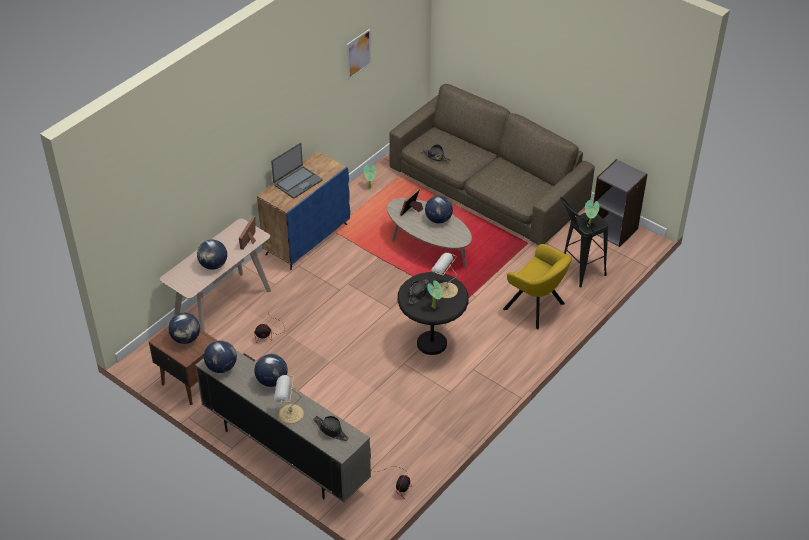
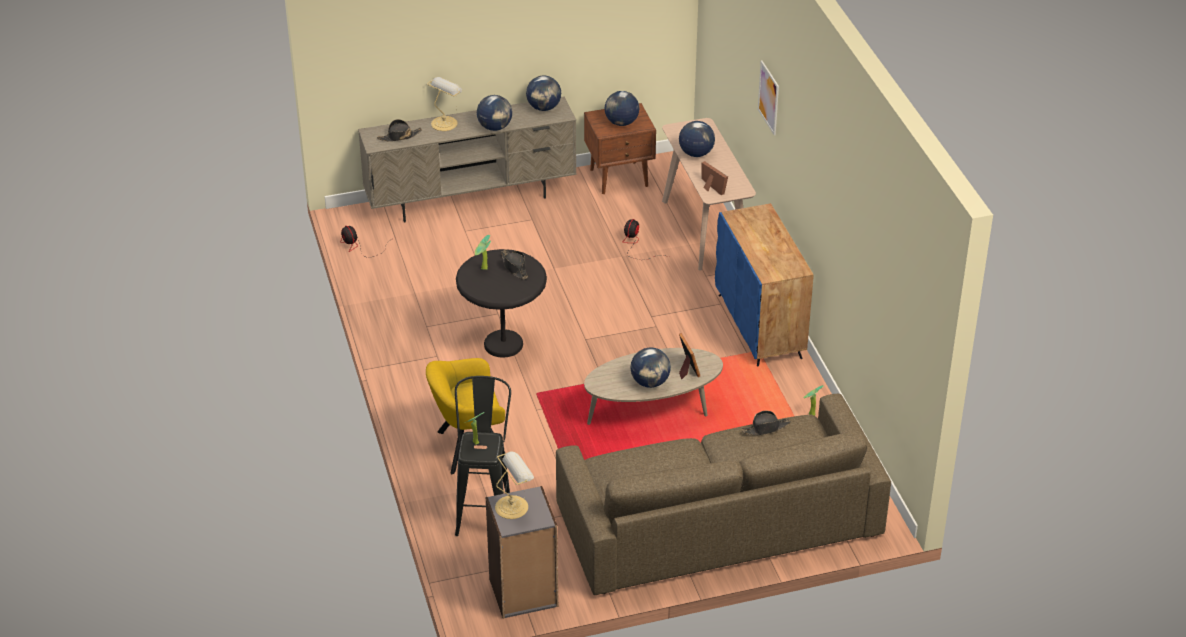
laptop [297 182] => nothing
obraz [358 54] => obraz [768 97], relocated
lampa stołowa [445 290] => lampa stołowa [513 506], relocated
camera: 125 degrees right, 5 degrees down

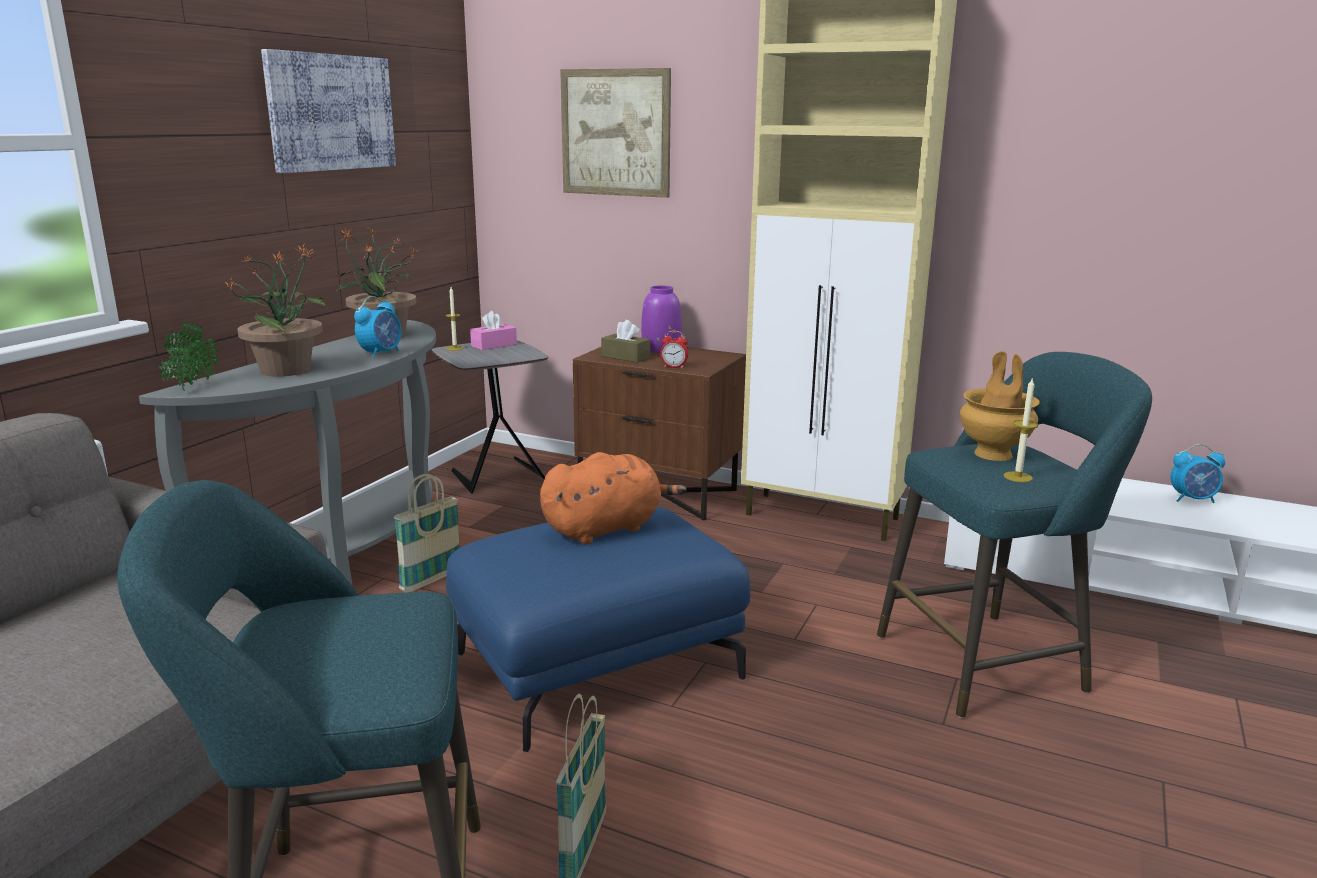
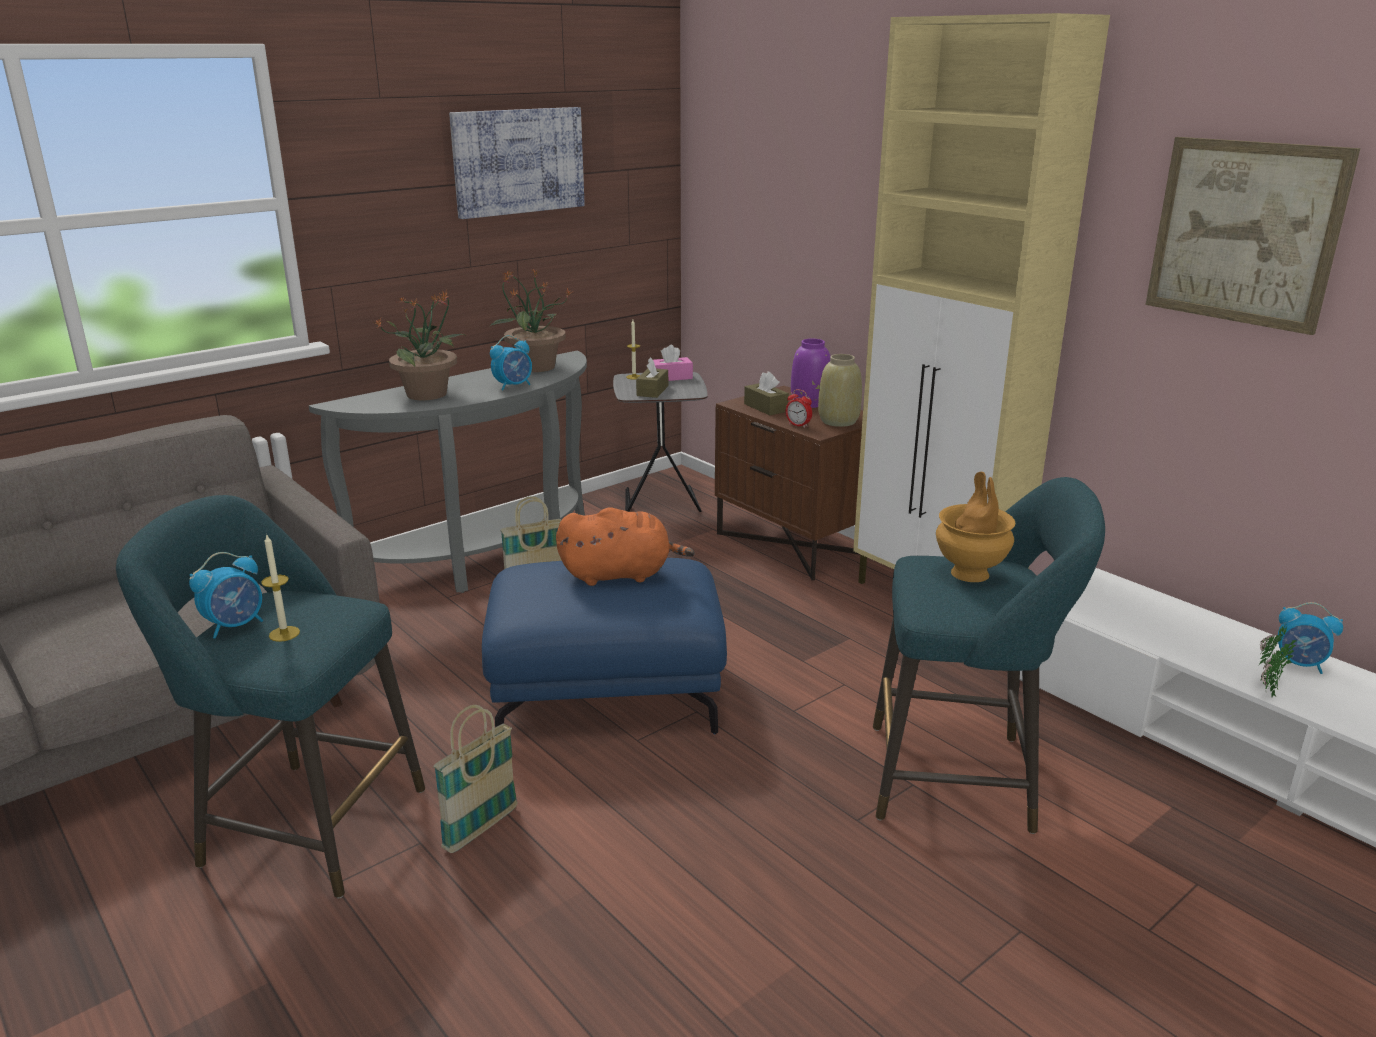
roślina doniczkowa [189 388] => roślina doniczkowa [1266 689], relocated
obraz [615 133] => obraz [1244 233], relocated
świeca [1018 477] => świeca [284 634], relocated
nothing => budzik [236 626]
nothing => pudełko chusteczek [brązowy] [652 391]
nothing => wazon [beżowy] [838 421]
camera: 25 degrees right, 5 degrees up

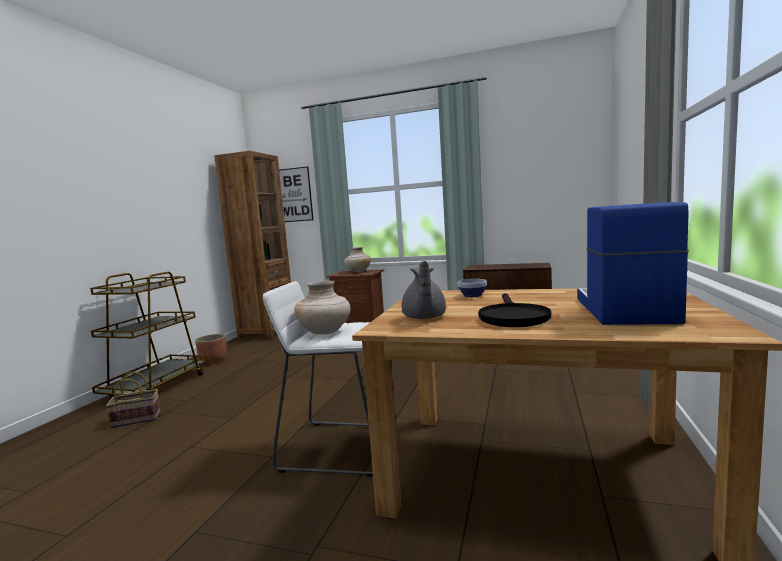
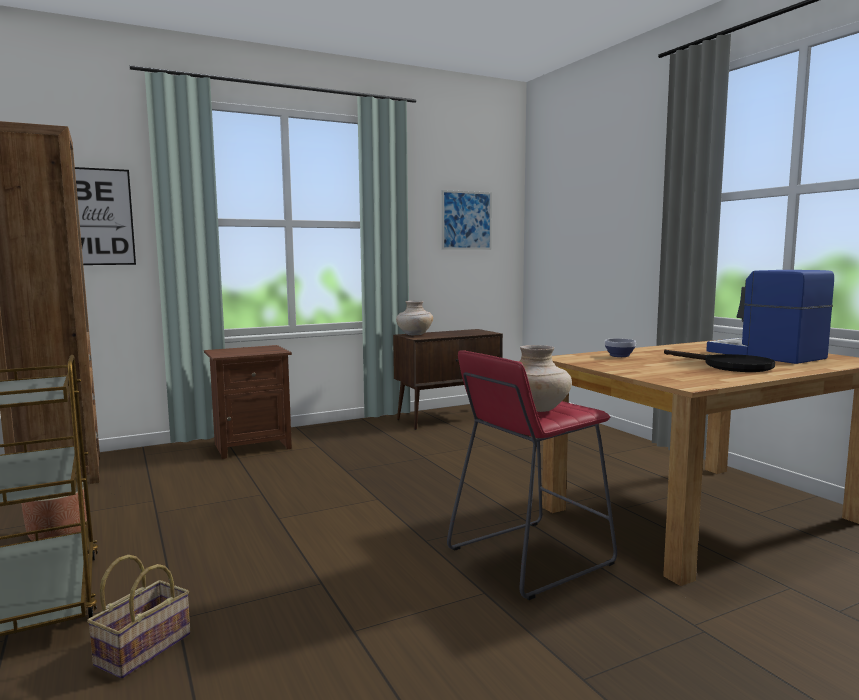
stołek [biały] [339 447] => stołek [czerwony] [530 557]
wazon [beżowy] [358 271] => wazon [beżowy] [414 334], relocated
imbryk [szary] [423 317] => nothing
nothing => obraz [466 220]
camera: 45 degrees left, 0 degrees up

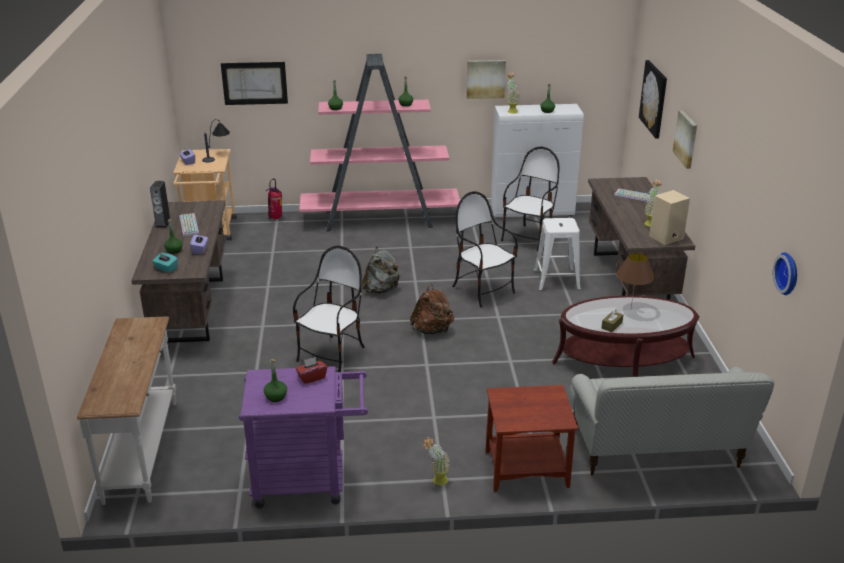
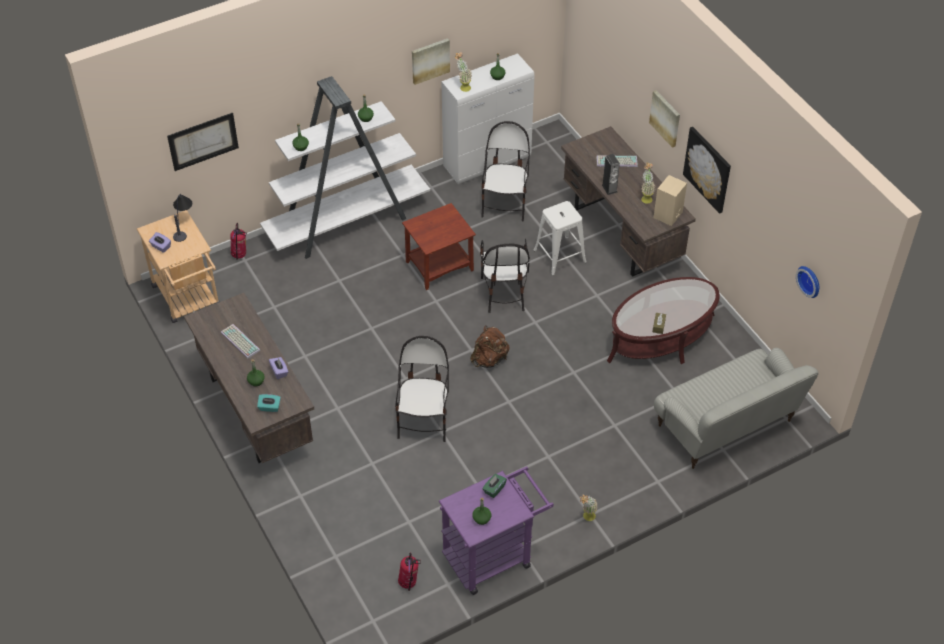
stolik konsolowy [biały] [143 450] => nothing
głośnik [163 223] => głośnik [609 188], relocated
pudełko chusteczek [czerwony] [312 377] => pudełko chusteczek [zielony] [494 489]
regał [różowy] [380 219] => regał [biały] [347 222]
plecak [szary] [381 289] => nothing
krzesło [483 291] => krzesło [504 293], 120 degrees counterclockwise
stolik [brązowy] [526 469] => stolik [brązowy] [440 267], relocated
lampa stołowa [brązowy] [631 309] => nothing
obraz [654 98] => obraz [708 169], relocated
nothing => gaśnica [409 583]
camera: 25 degrees left, 20 degrees up

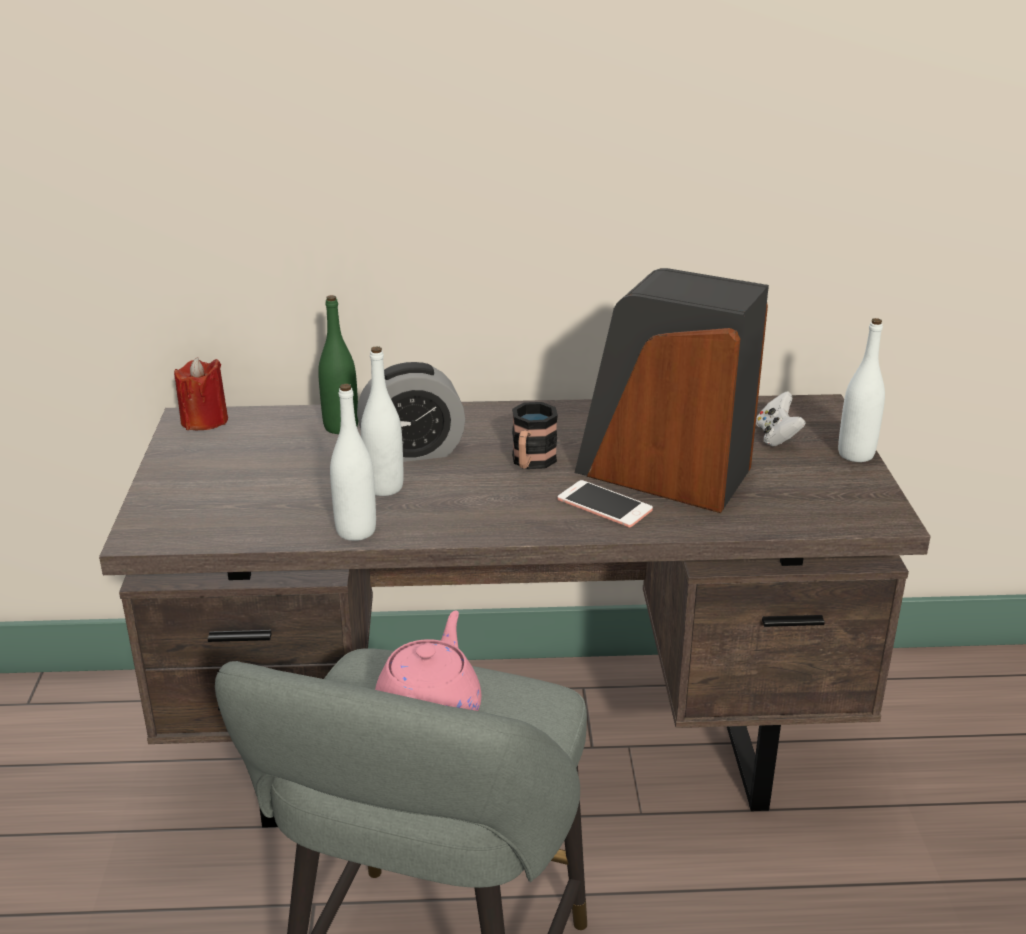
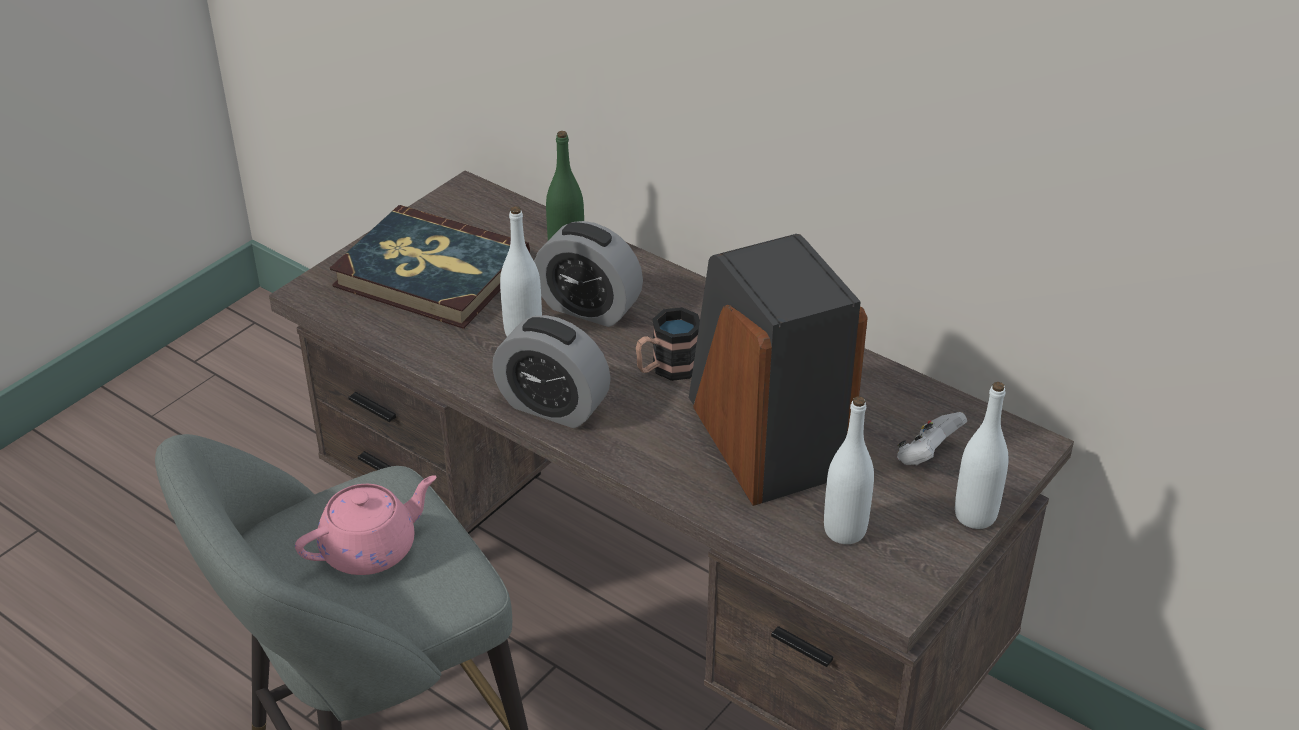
świeca [czerwony] [204 421] => nothing
butelka [biały] [356 531] => butelka [biały] [844 530], relocated
telefon [604 505] => nothing
nothing => książka [431 273]
nothing => budzik [553 406]
camera: 40 degrees right, 10 degrees up

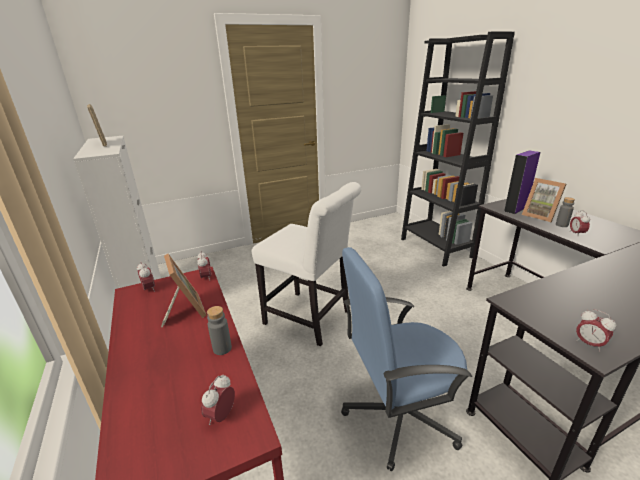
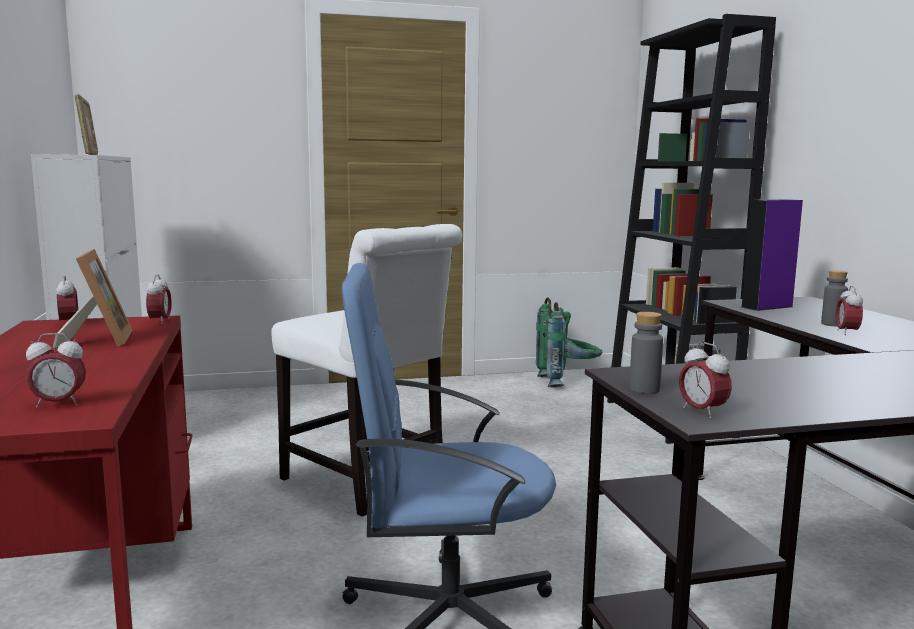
budzik [221 416] => budzik [59 404], 135 degrees counterclockwise
butelka [szary] [222 348] => butelka [szary] [644 389], relocated
ramka na zdjęcie [540 216] => nothing
nothing => plecak [zielony] [567 382]
camera: 10 degrees right, 15 degrees down

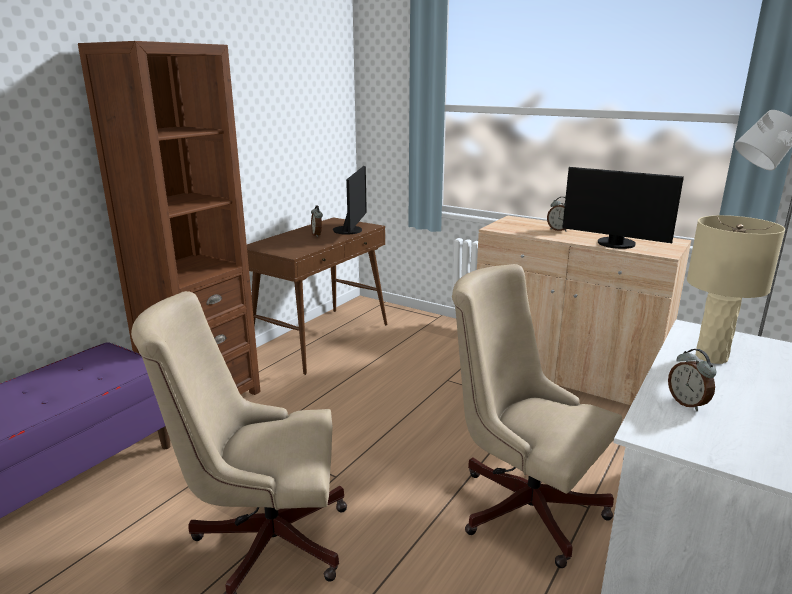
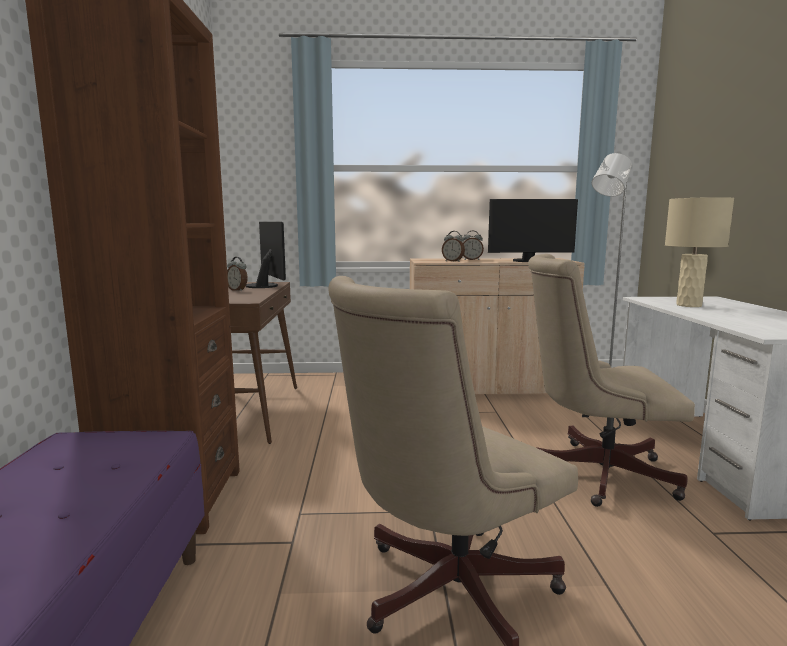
budzik [687 403] => budzik [453 261], relocated
camera: 35 degrees left, 10 degrees down

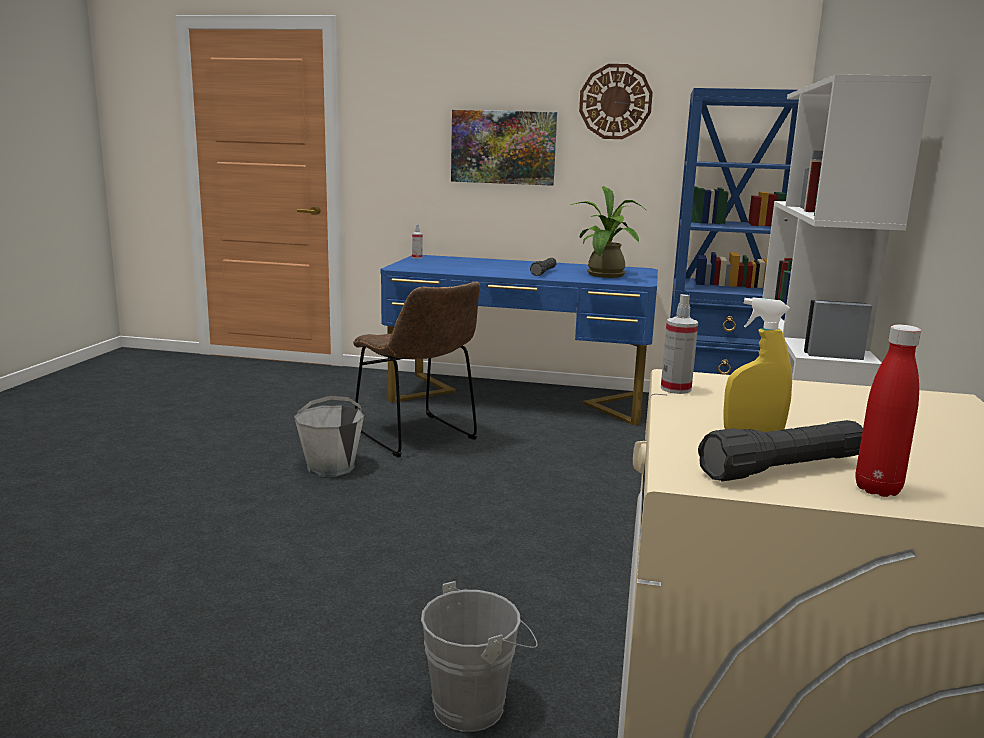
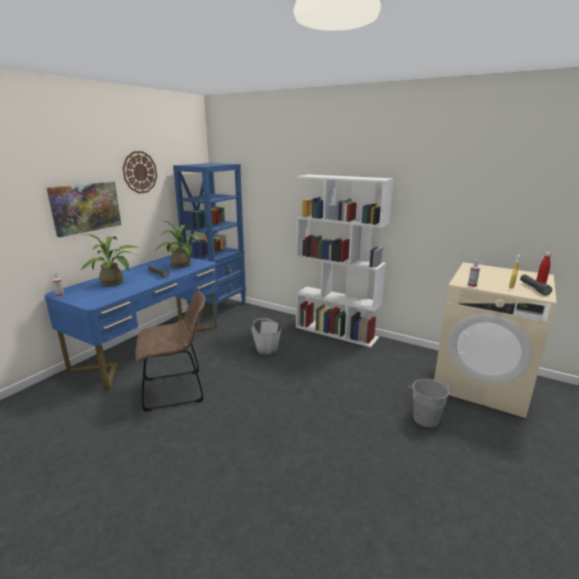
wiadro [szary] [331 467] => wiadro [szary] [267 349], relocated
nothing => roślina doniczkowa [115 282]
camera: 70 degrees left, 5 degrees up

